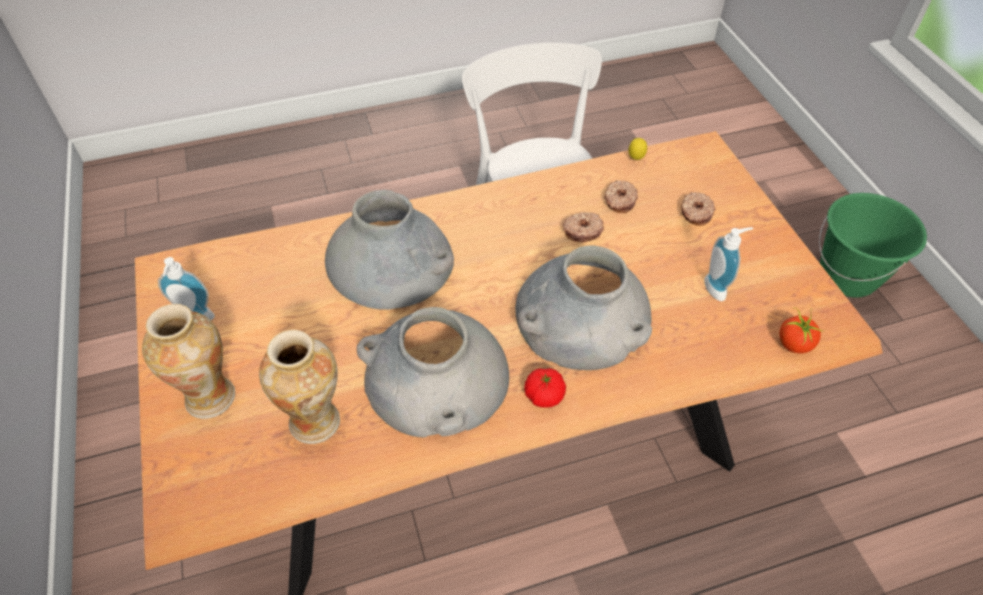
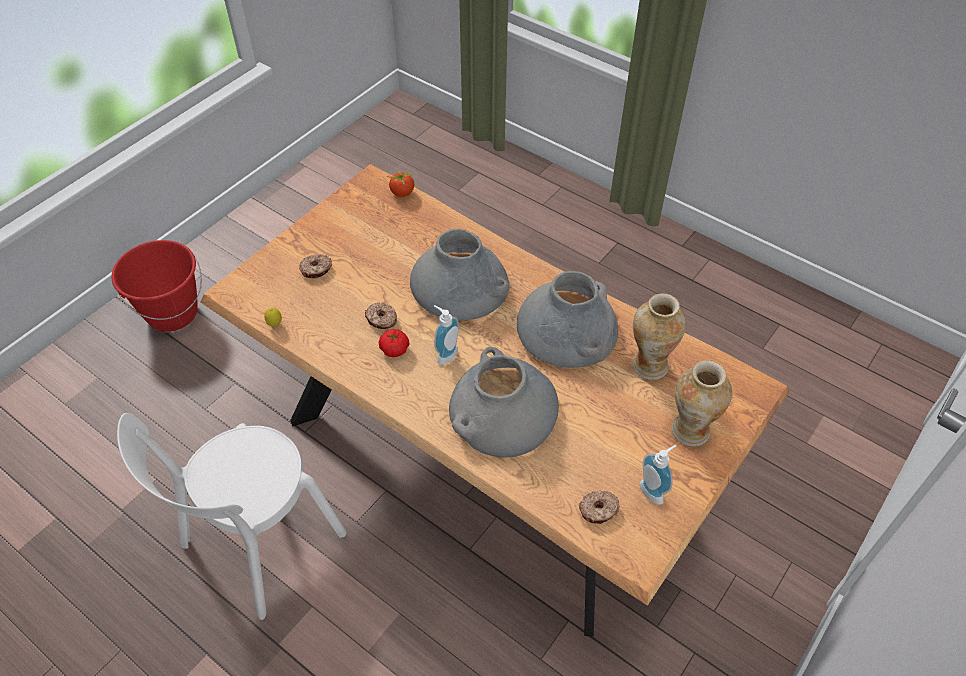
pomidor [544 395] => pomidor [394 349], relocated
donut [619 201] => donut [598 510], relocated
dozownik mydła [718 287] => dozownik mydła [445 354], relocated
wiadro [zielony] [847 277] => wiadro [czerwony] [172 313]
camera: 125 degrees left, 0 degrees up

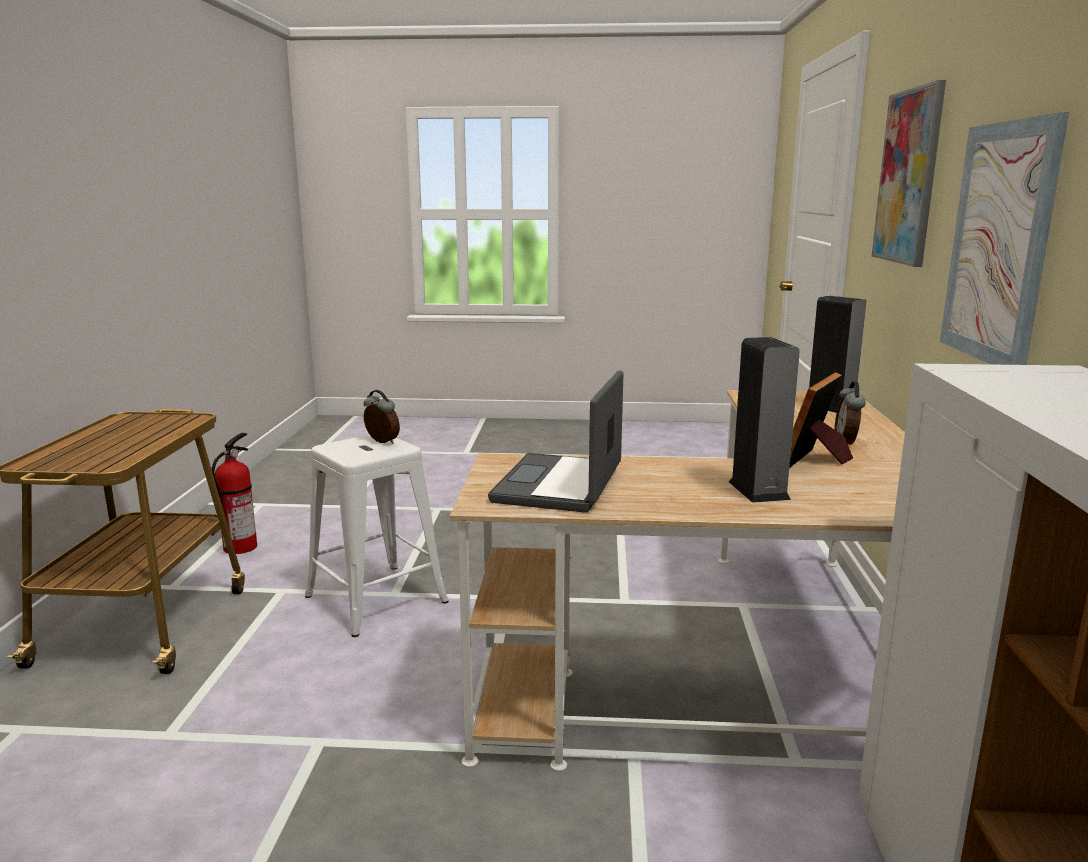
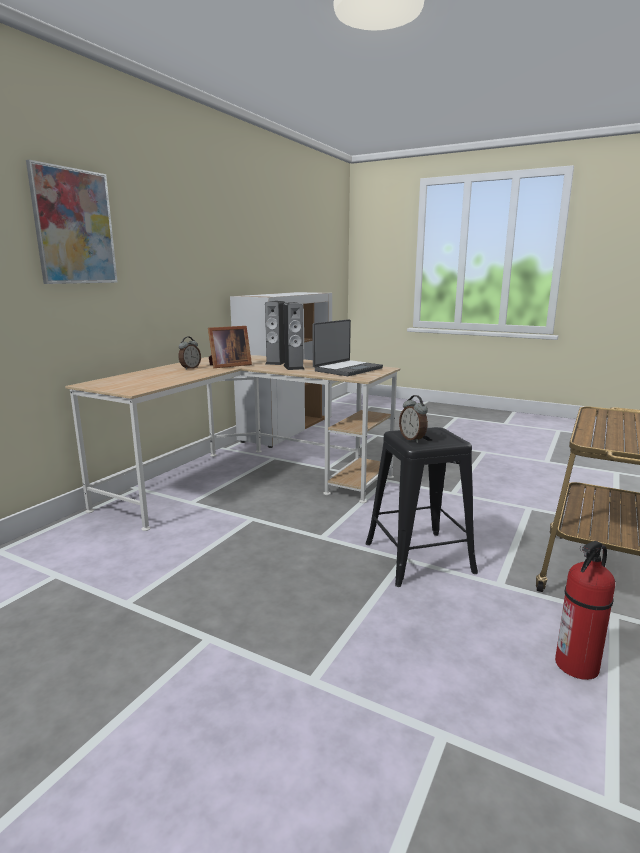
stołek [biały] [376 598] => stołek [czarny] [418 557]
głośnik [830 407] => głośnik [293 367], relocated
obraz [998 243] => nothing
camera: 155 degrees left, 0 degrees up

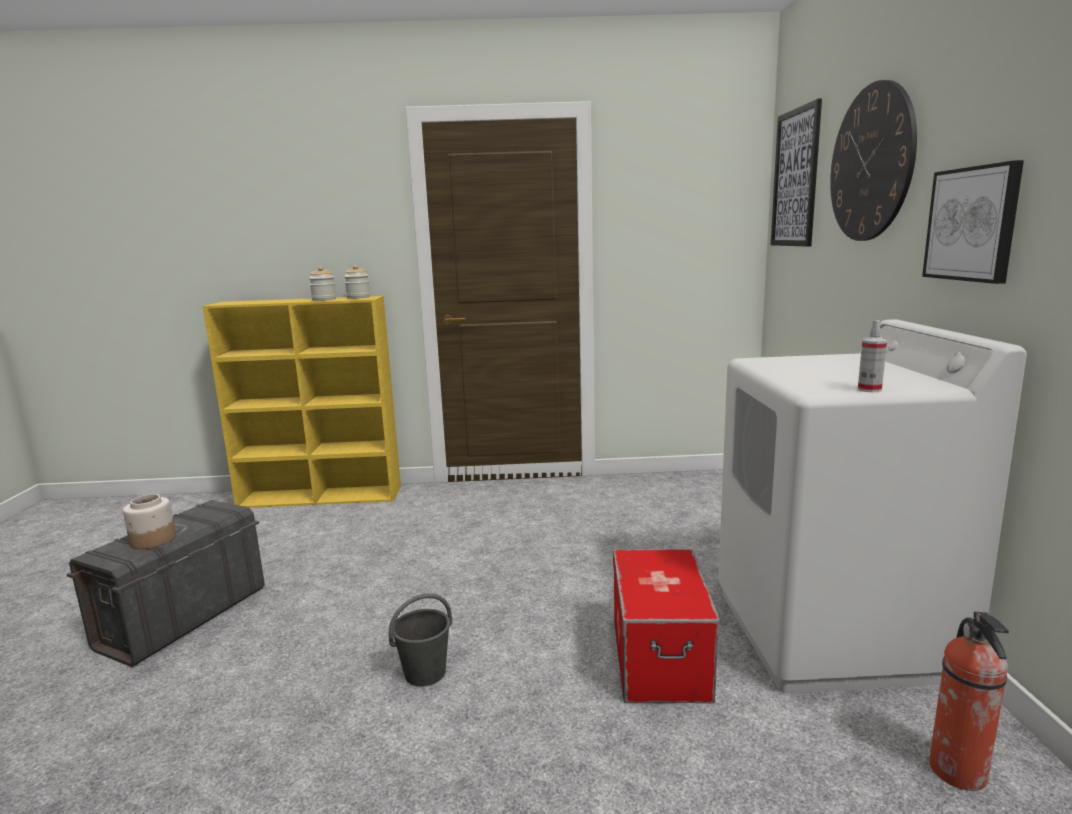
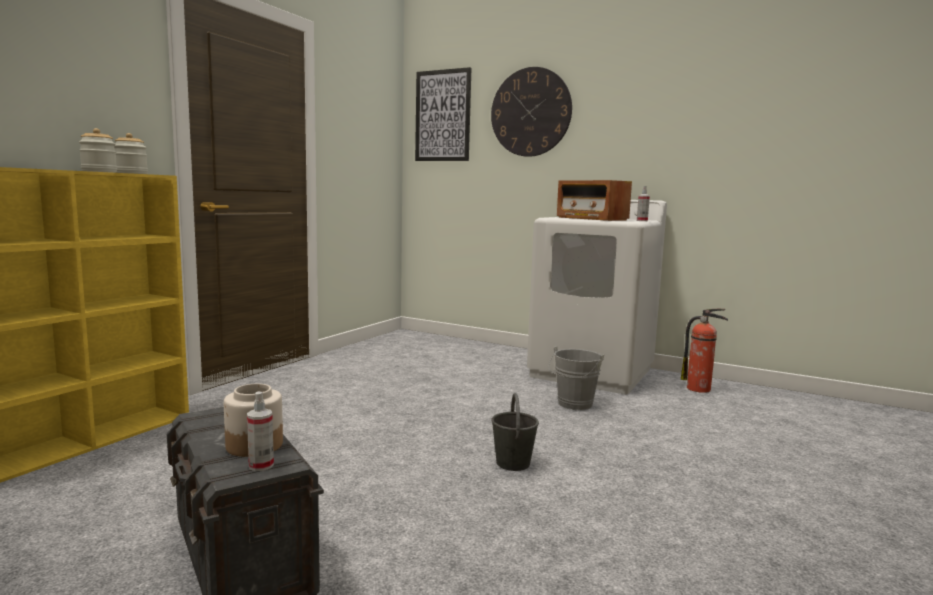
pojemnik do przechowywania [660 658] => wiadro [szary] [573 405]
obraz [972 224] => nothing
nothing => spryskiwacz [261 465]
nothing => radio [591 219]
camera: 60 degrees left, 5 degrees down

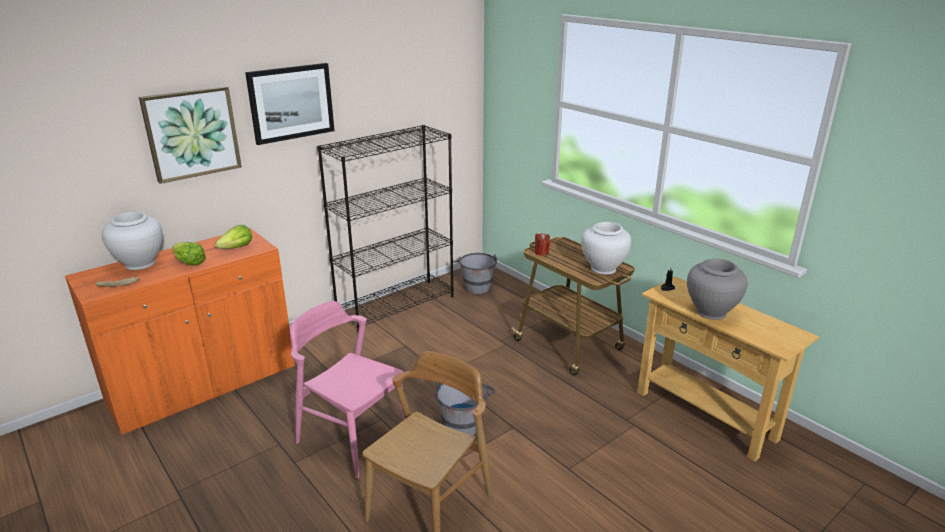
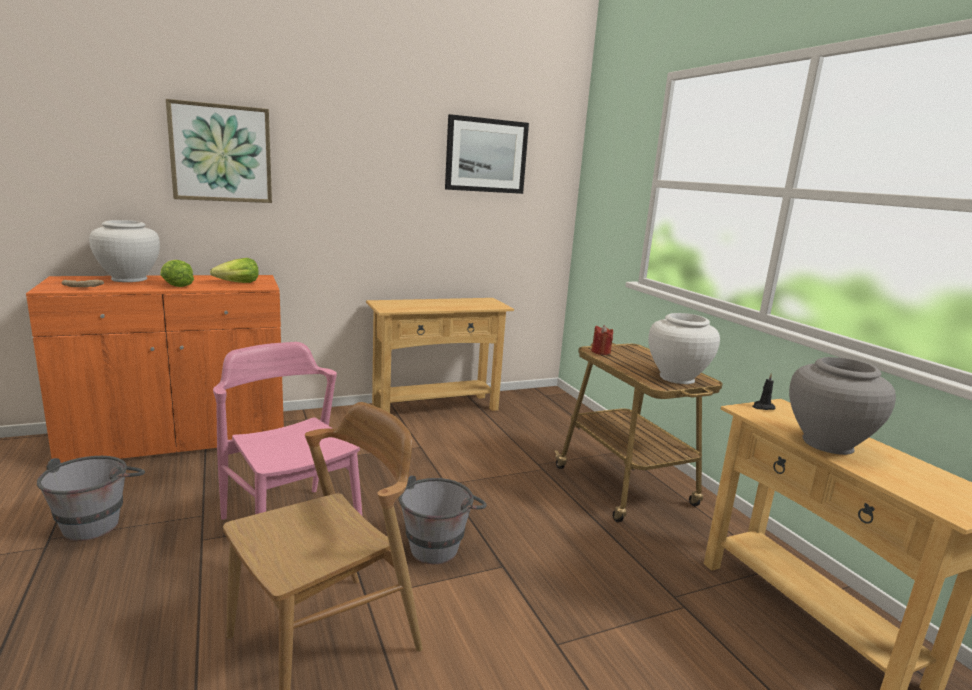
obraz [291 103] => obraz [486 155], relocated
regał [czarny] [396 305] => stolik konsolowy [beżowy] [435 408]
wiadro [szary] [476 285] => wiadro [szary] [98 520], relocated
camera: 15 degrees right, 10 degrees down

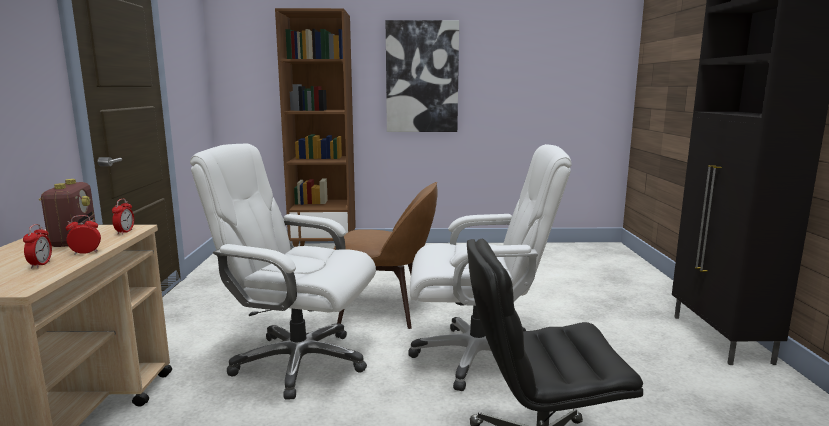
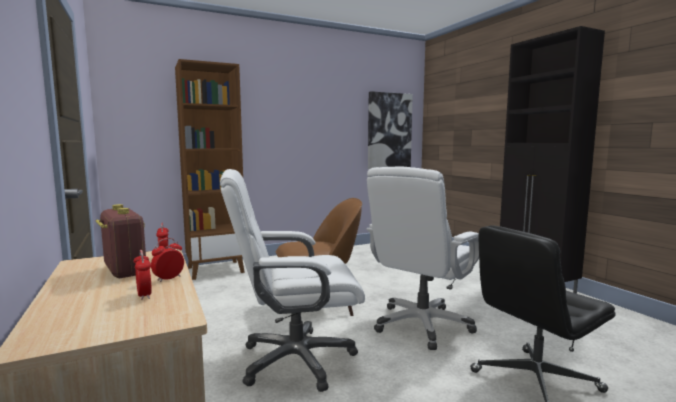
obraz [422 77] => obraz [389 131], relocated
krzesło biurowe [biały] [478 357] => krzesło biurowe [biały] [422 325], 150 degrees clockwise
camera: 25 degrees left, 5 degrees down

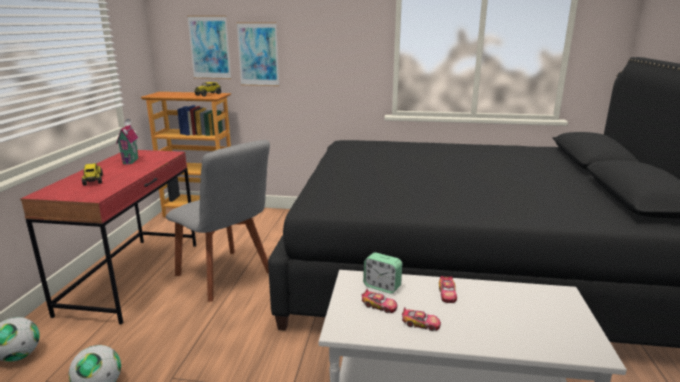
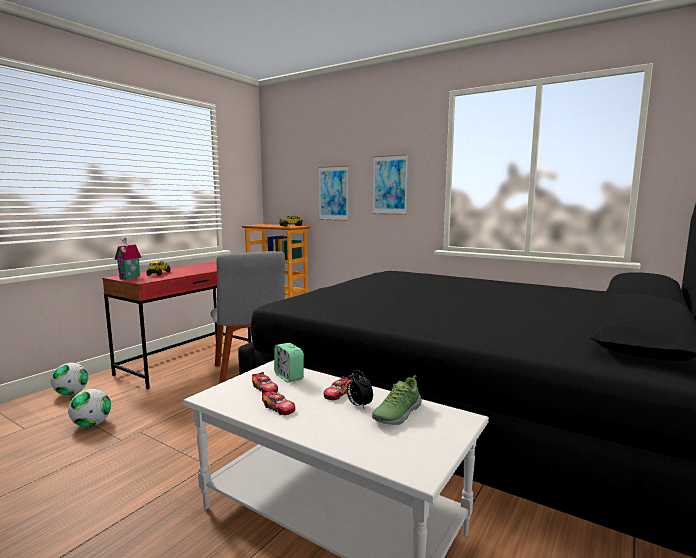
domek [132 161] => domek [130 278], relocated
obraz [209 47] => obraz [390 185], relocated
nothing => budzik [358 405]
nothing => but [396 413]
camera: 25 degrees right, 10 degrees down

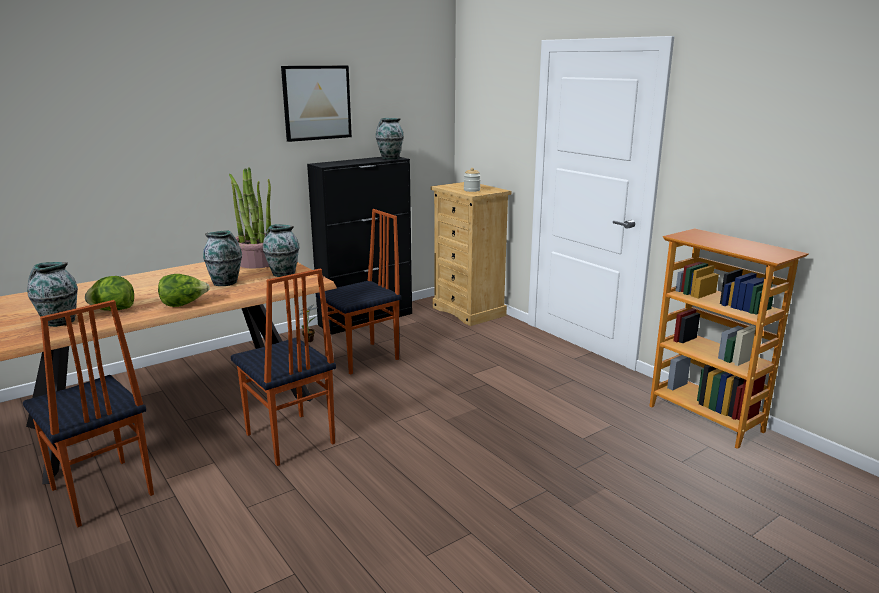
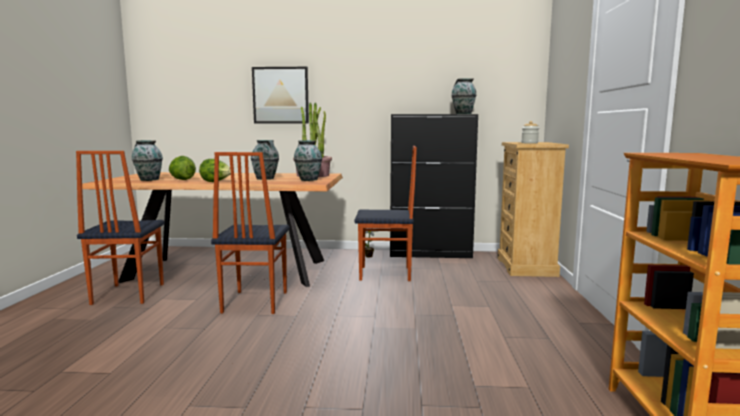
obraz [317 103] => obraz [280 95], relocated
camera: 40 degrees right, 10 degrees down

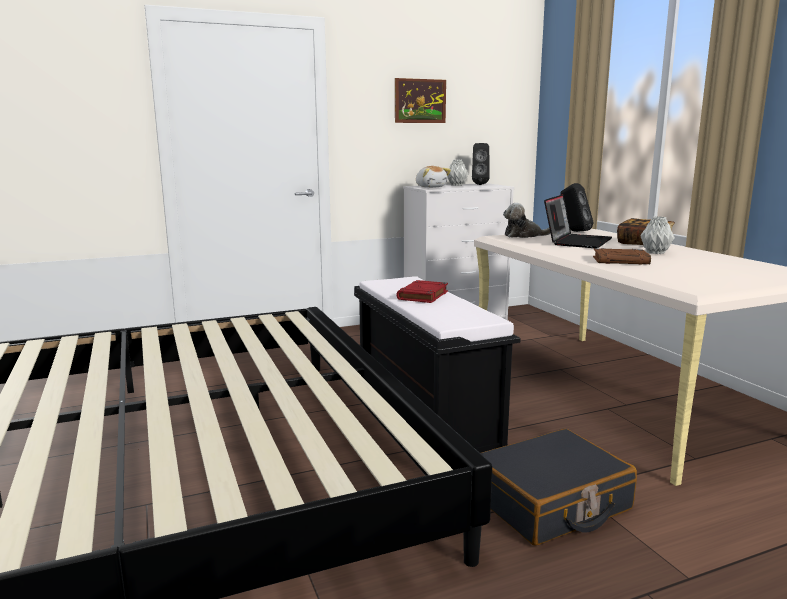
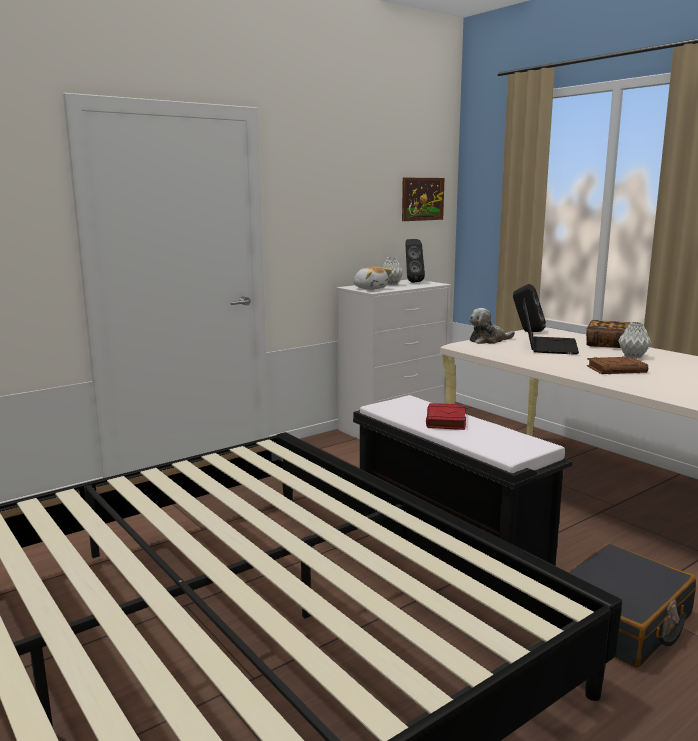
obraz [420 101] => obraz [422 199], relocated
camera: 15 degrees left, 0 degrees up

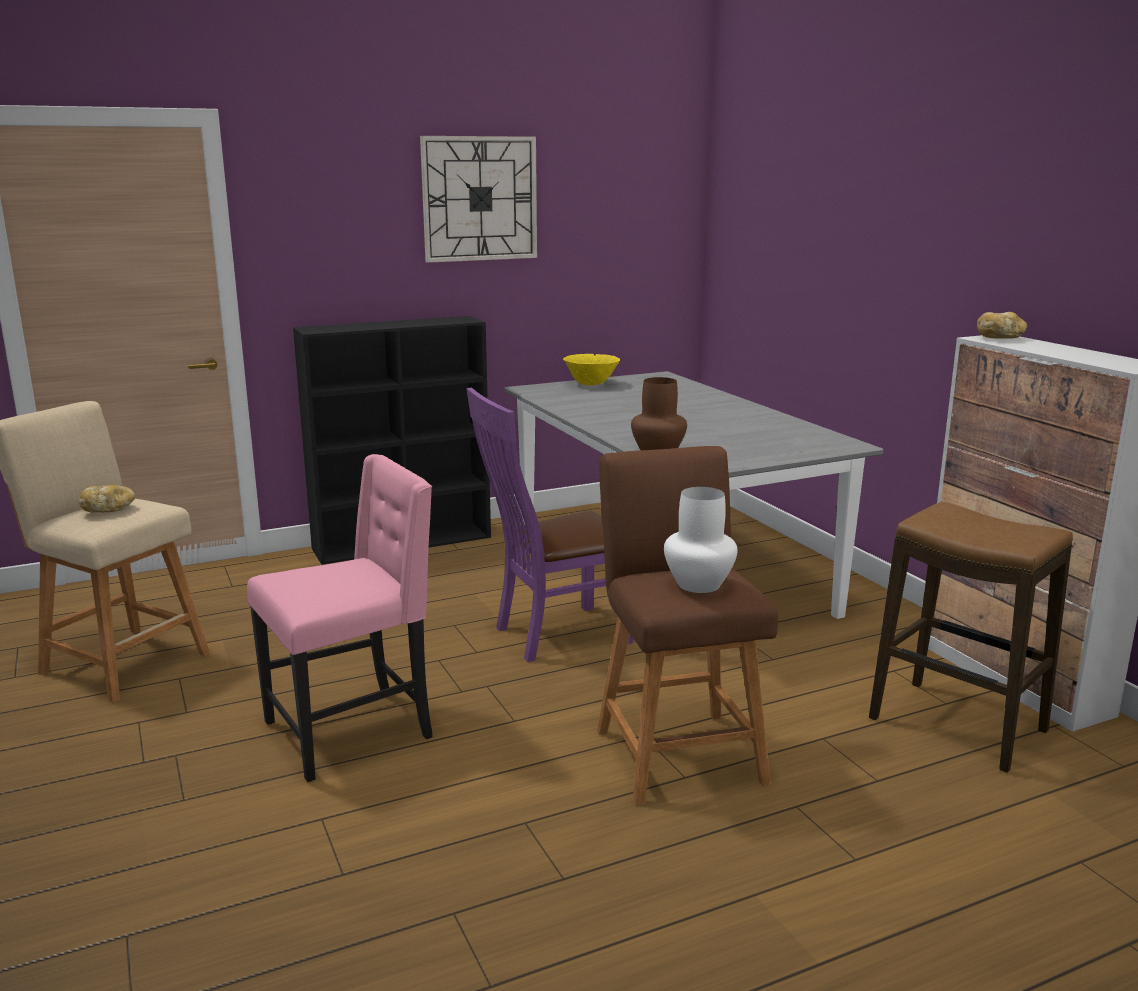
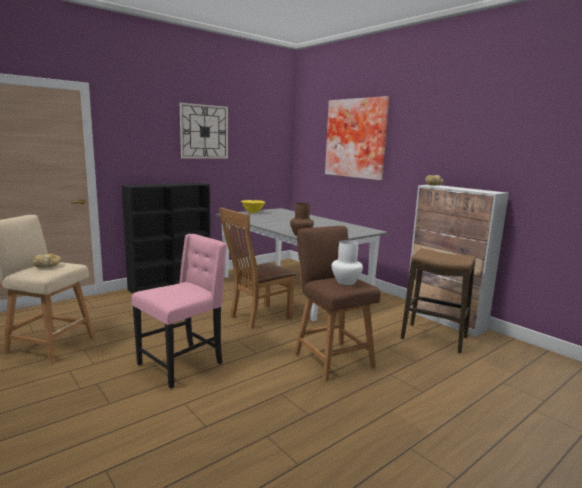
krzesło [fioletowy] [554 635] => krzesło [brązowy] [257 317]
nothing => obraz [357 138]
camera: 15 degrees left, 5 degrees down

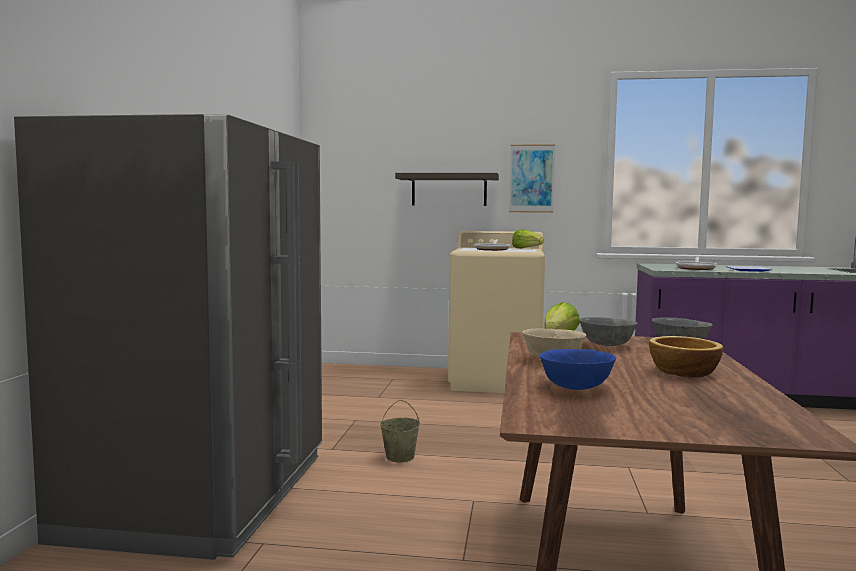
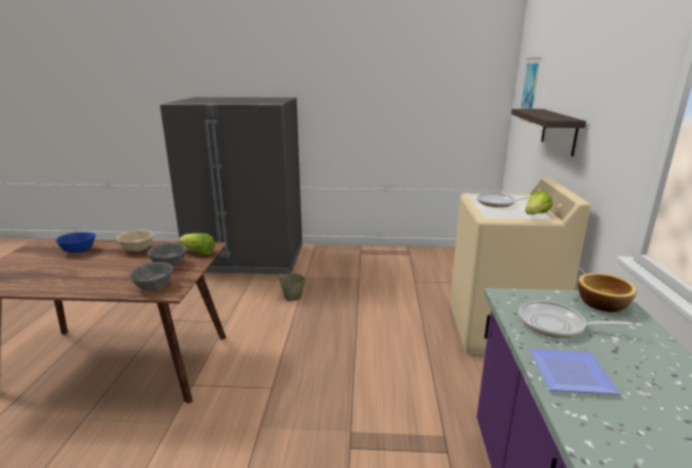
obraz [531 178] => obraz [529 90], relocated
miska [682 372] => miska [602 303], relocated
camera: 85 degrees right, 15 degrees up

